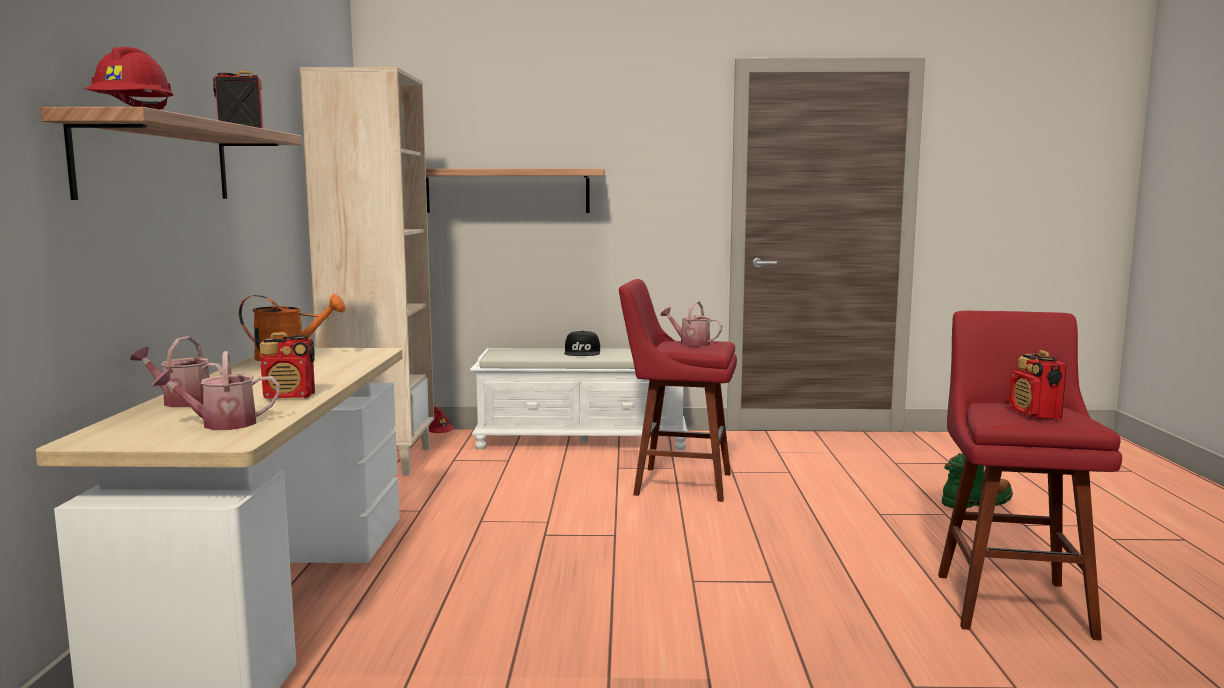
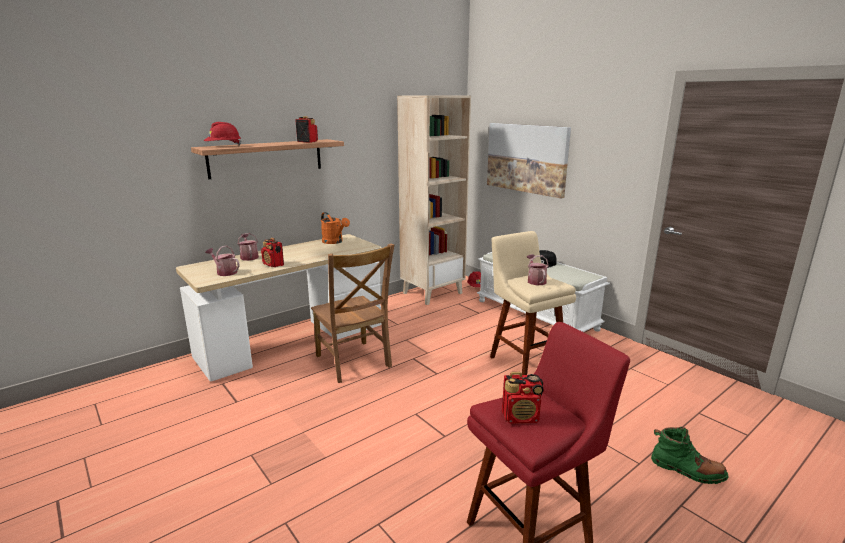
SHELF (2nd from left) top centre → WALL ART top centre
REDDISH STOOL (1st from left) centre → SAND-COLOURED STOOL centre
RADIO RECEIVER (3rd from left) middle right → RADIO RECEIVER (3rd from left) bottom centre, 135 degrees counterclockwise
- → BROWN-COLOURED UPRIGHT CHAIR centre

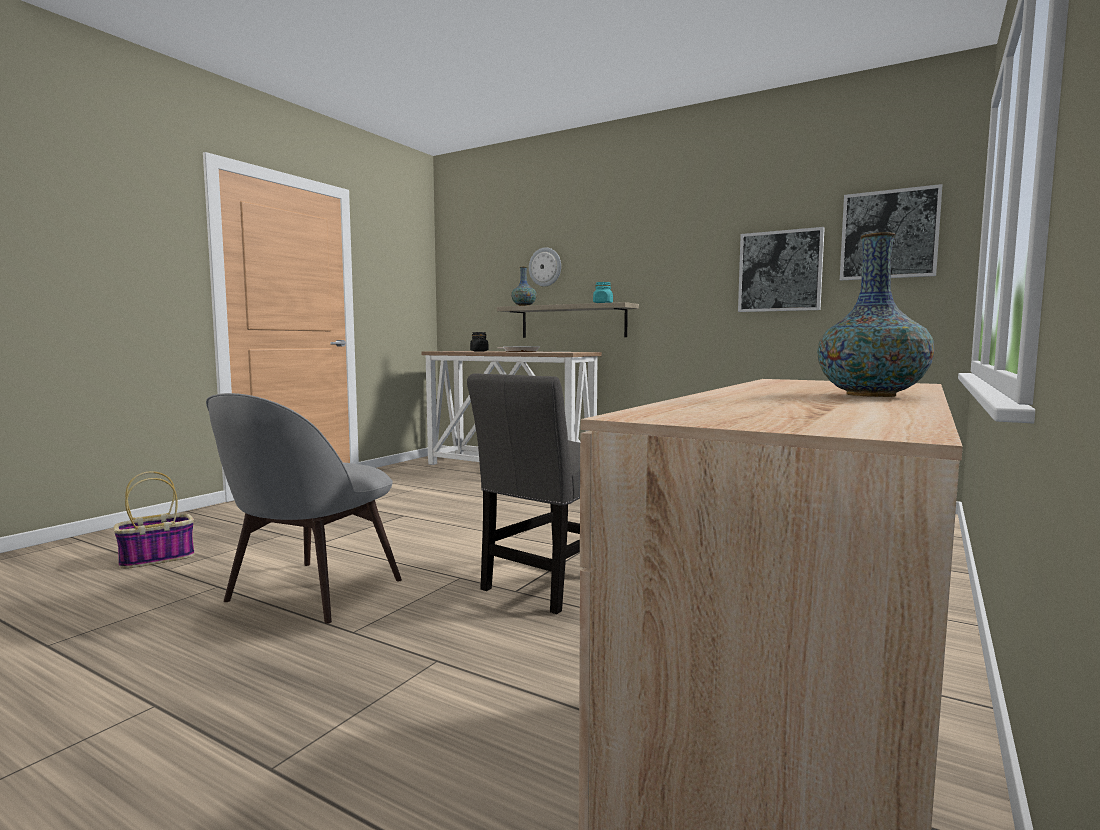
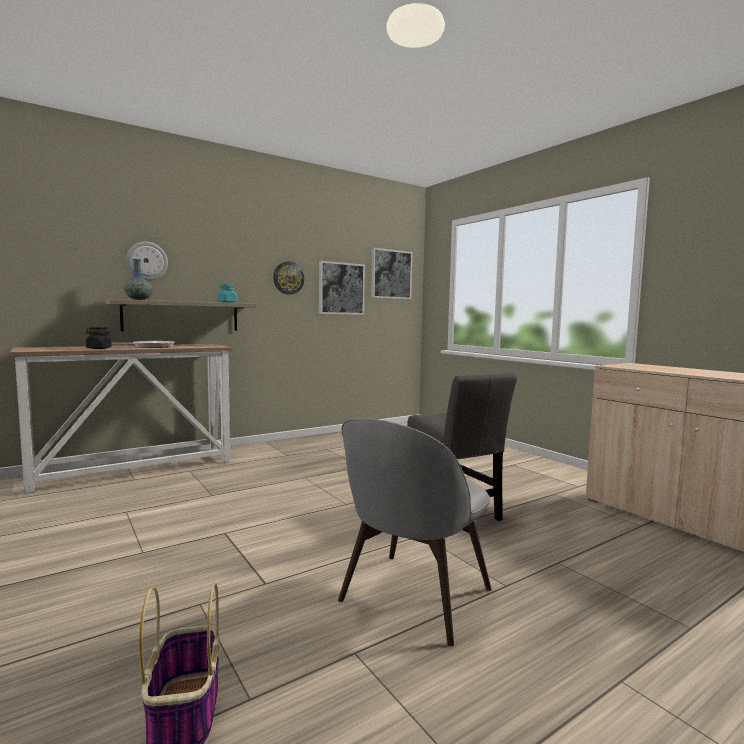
GREY UPRIGHT CHAIR (1st from left) middle left → GREY UPRIGHT CHAIR (1st from left) bottom centre, 75 degrees clockwise
DECORATIVE VASE (2nd from left) middle right → -
- → WALL CLOCK (2nd from left) centre

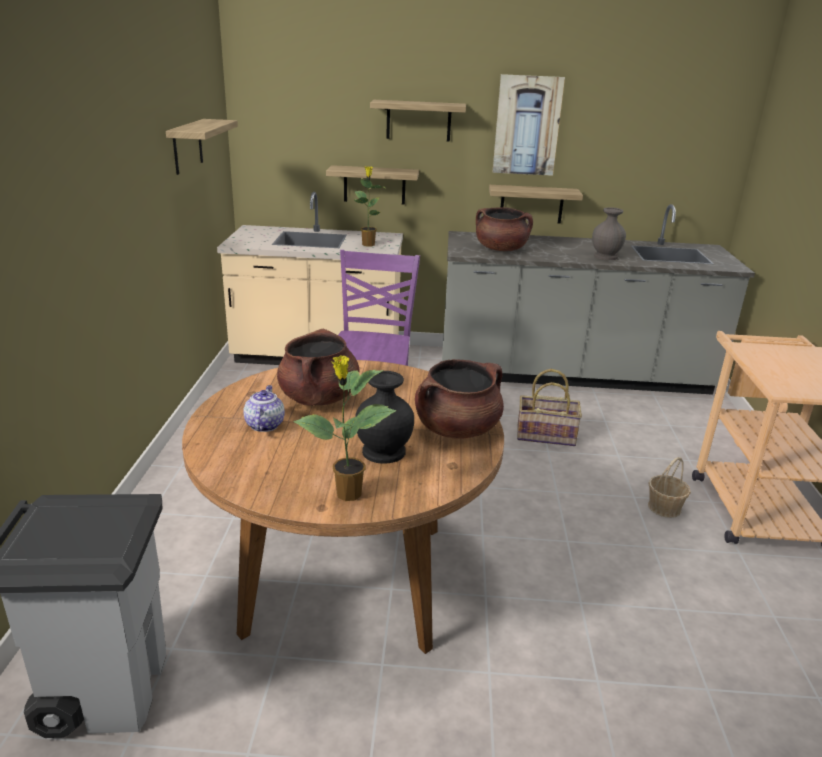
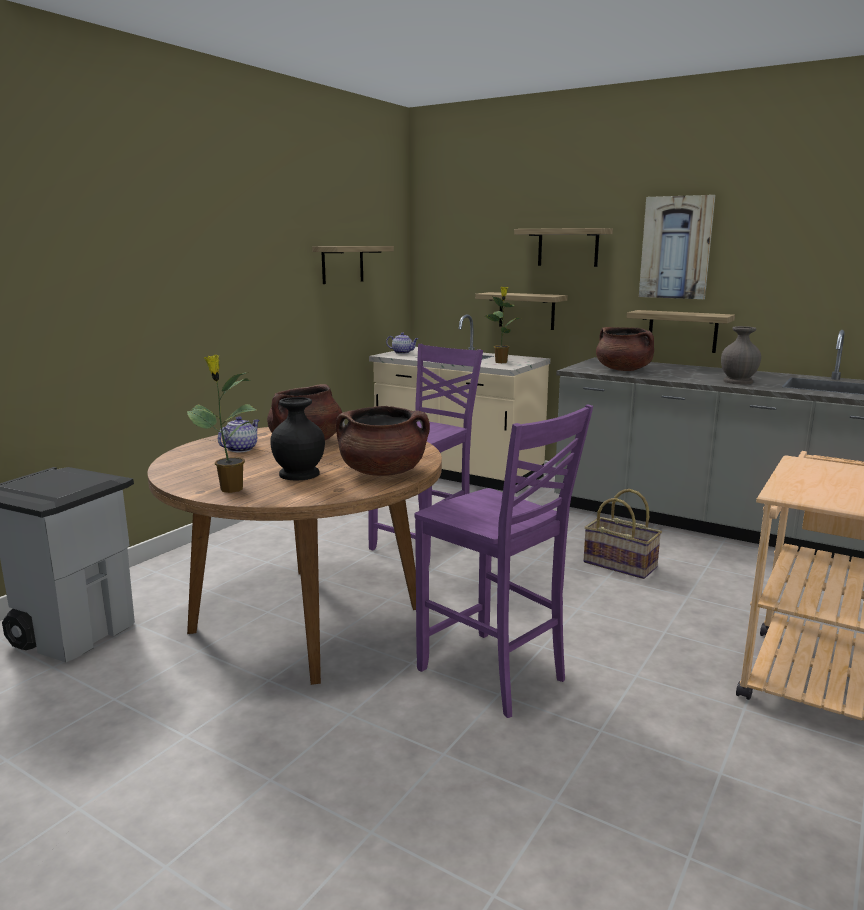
HOUSEHOLD BASKET (2nd from left) middle right → -
- → POT FOR TEA (2nd from left) centre
- → PURPLE UPRIGHT CHAIR (2nd from left) centre

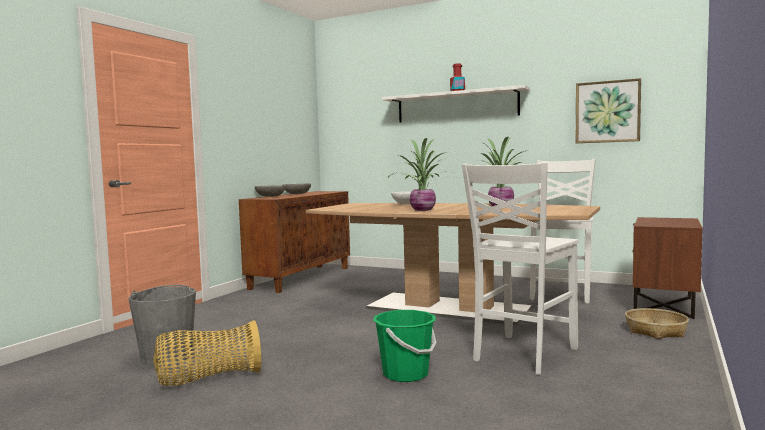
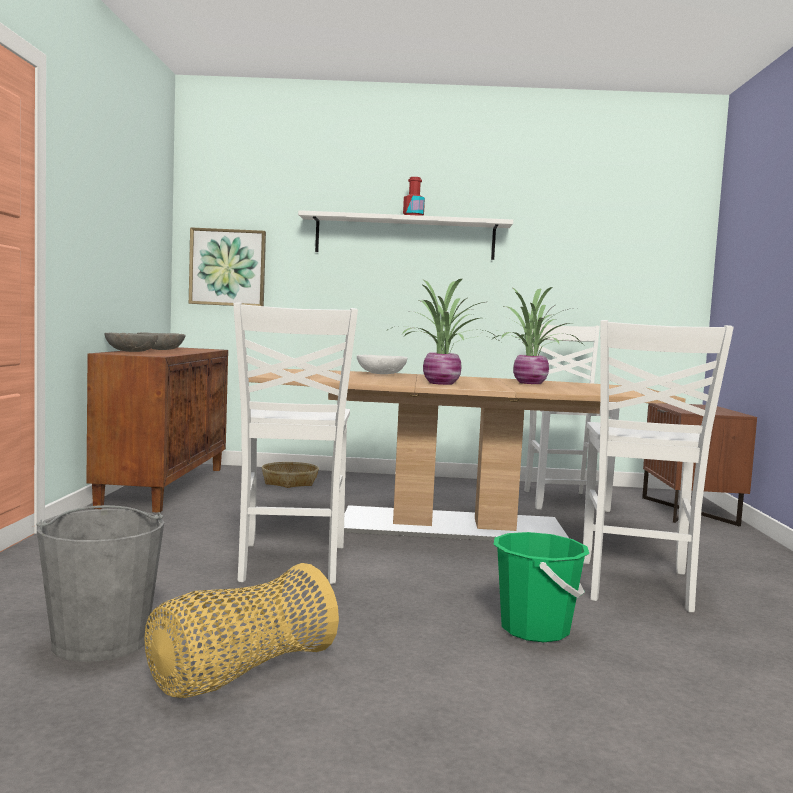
WALL ART top right → WALL ART middle left, move
HOUSEHOLD BASKET (2nd from left) bottom right → HOUSEHOLD BASKET (2nd from left) centre, move
- → WHITISH UPRIGHT CHAIR (1st from left) centre

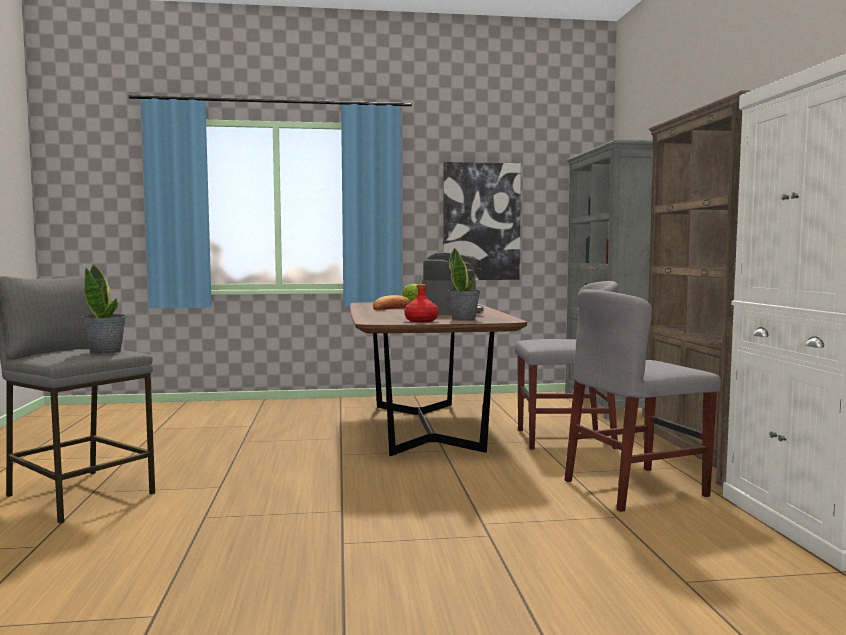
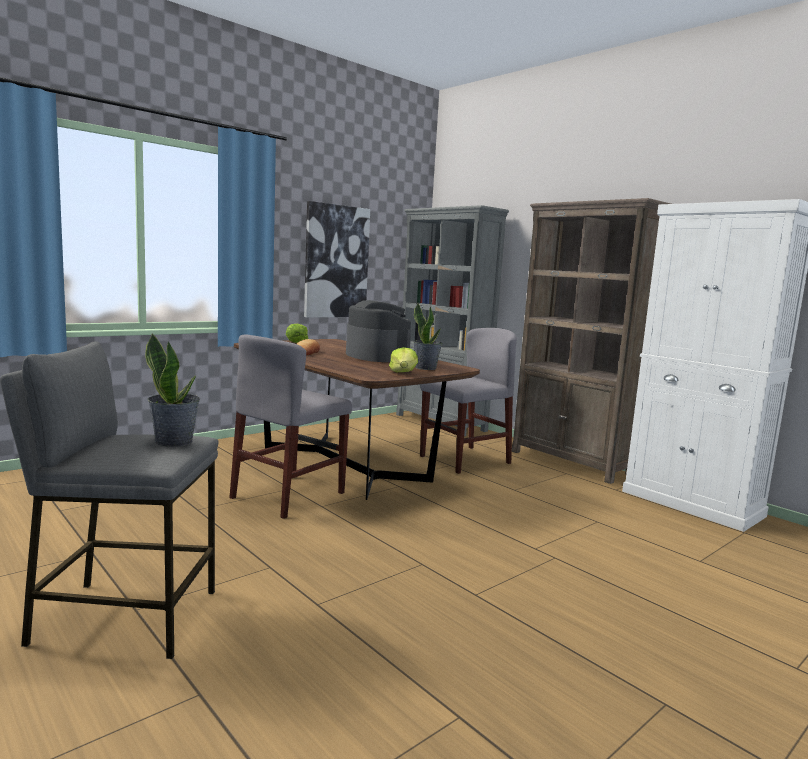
REDDISH DRINK BOTTLE centre → HEAD OF LETTUCE (2nd from left) centre
GREY UPRIGHT CHAIR (2nd from left in the first image) middle right → GREY UPRIGHT CHAIR (1st from left) centre, move

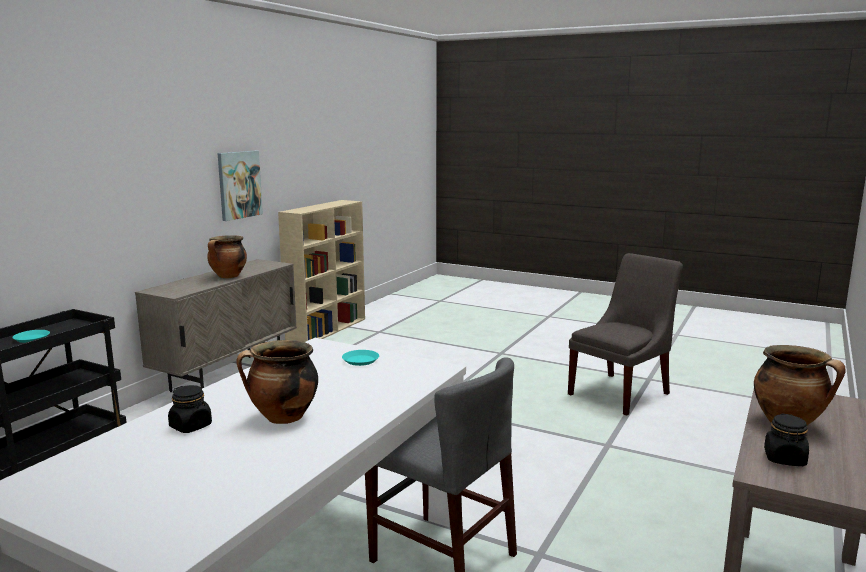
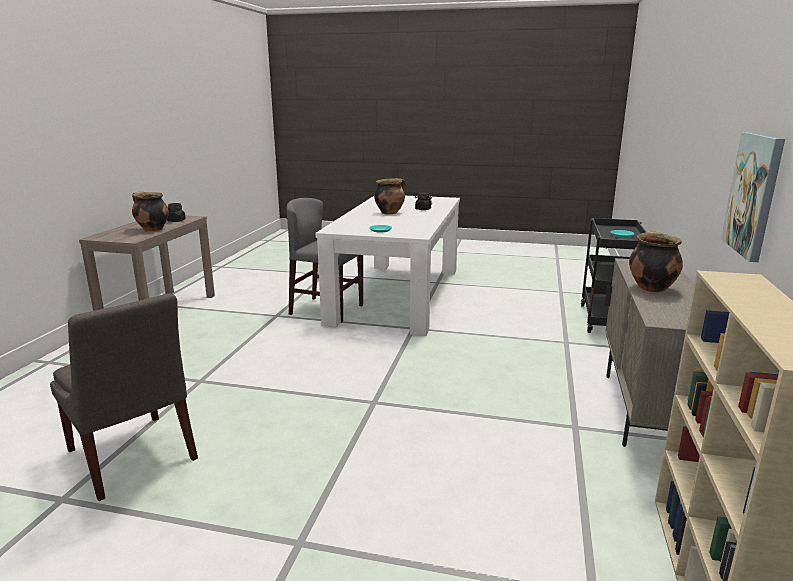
GREY UPRIGHT CHAIR (2nd from left in the first image) middle right → GREY UPRIGHT CHAIR (1st from left) bottom left, 75 degrees counterclockwise

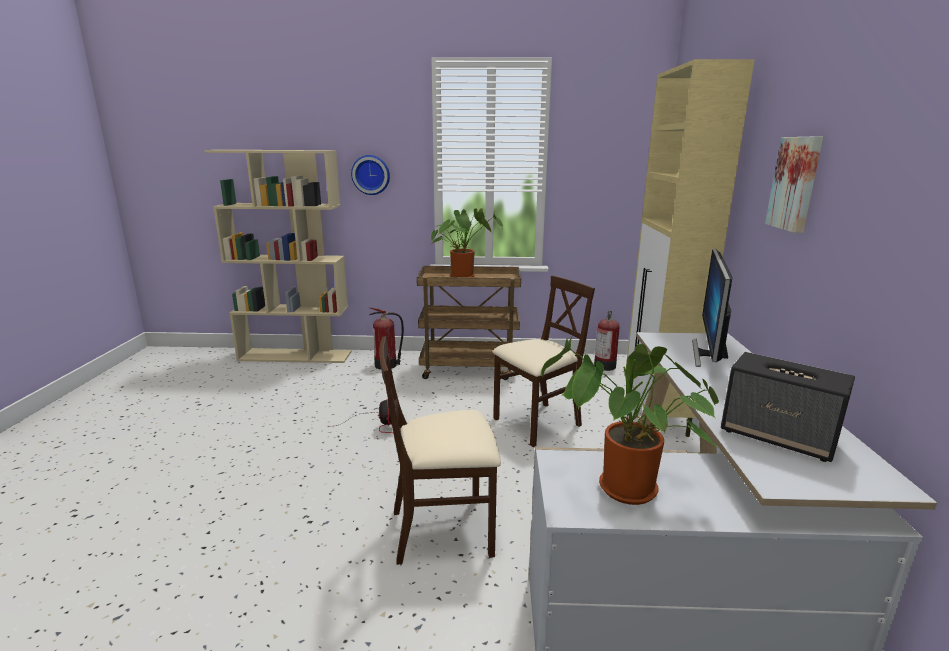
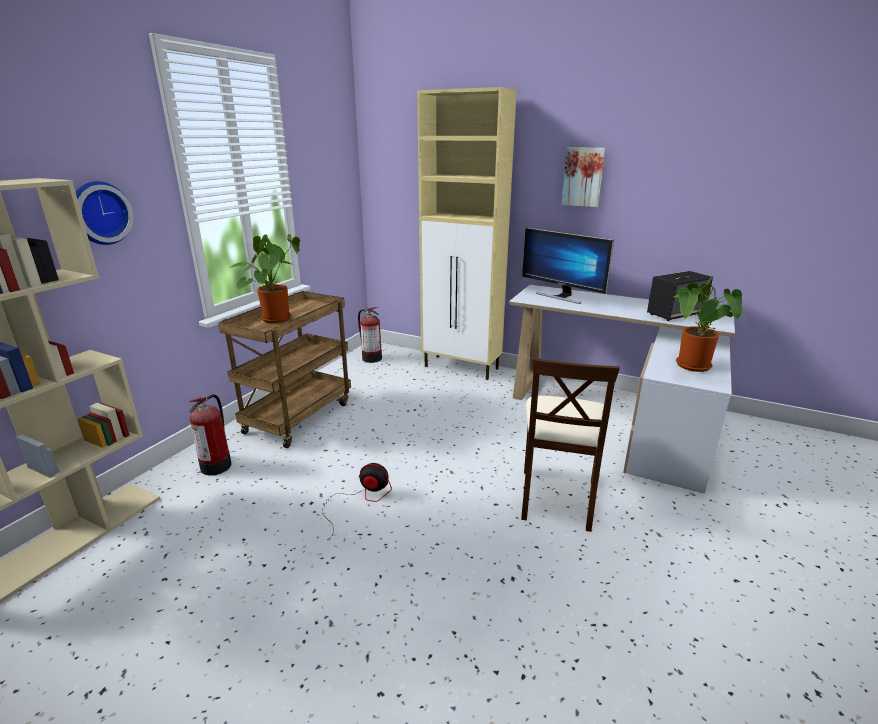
SAND-COLOURED UPRIGHT CHAIR (2nd from left) centre → -

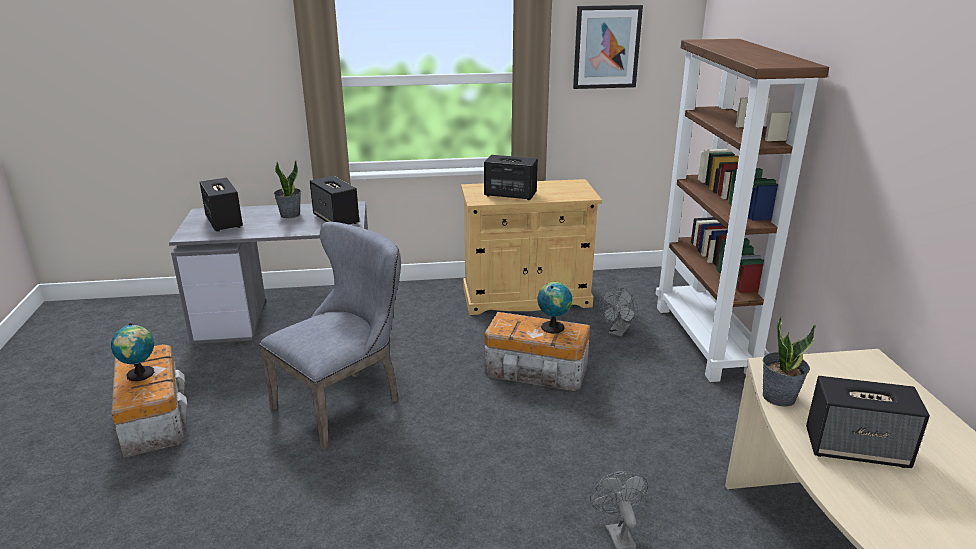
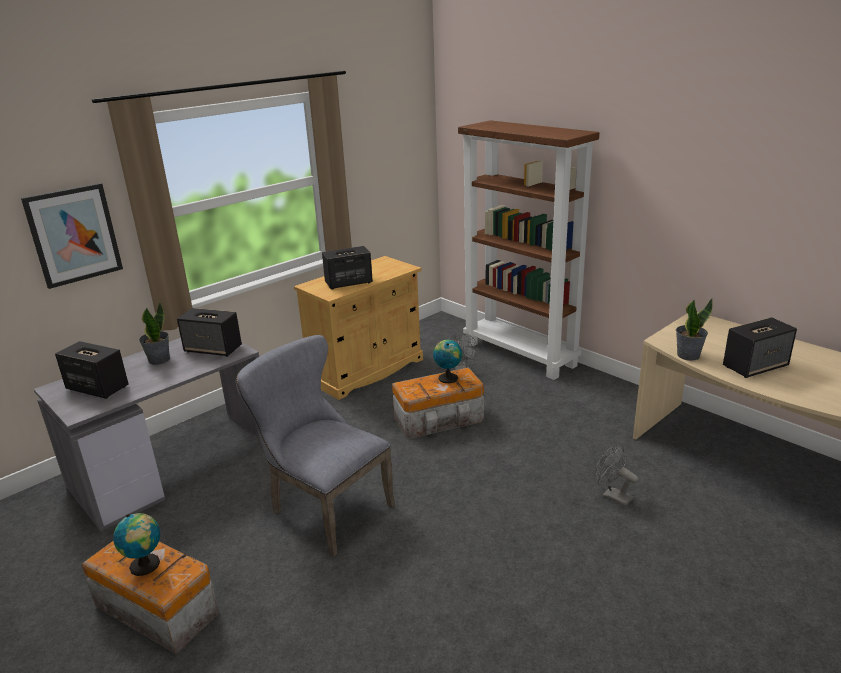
GREY UPRIGHT CHAIR centre, 60 degrees counterclockwise
WALL ART top centre → WALL ART middle left, move

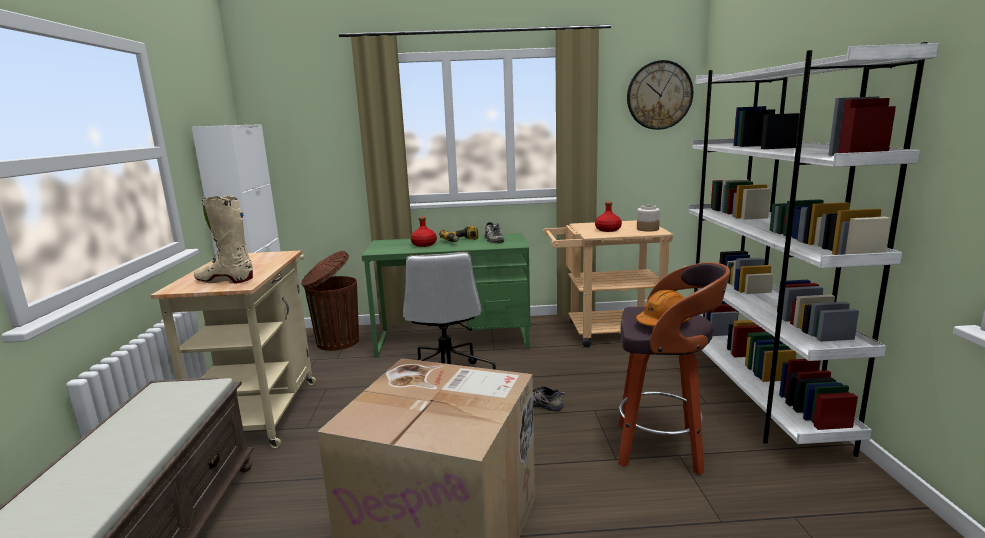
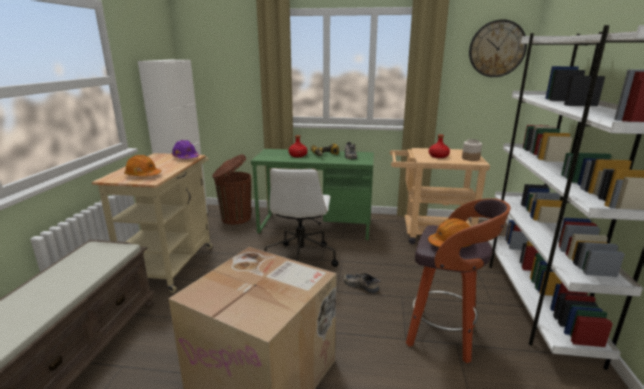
SAND-COLOURED TALL BOOT middle left → ORANGEY HARD HAT (1st from left) middle left
- → PURPLE HARD HAT middle left

